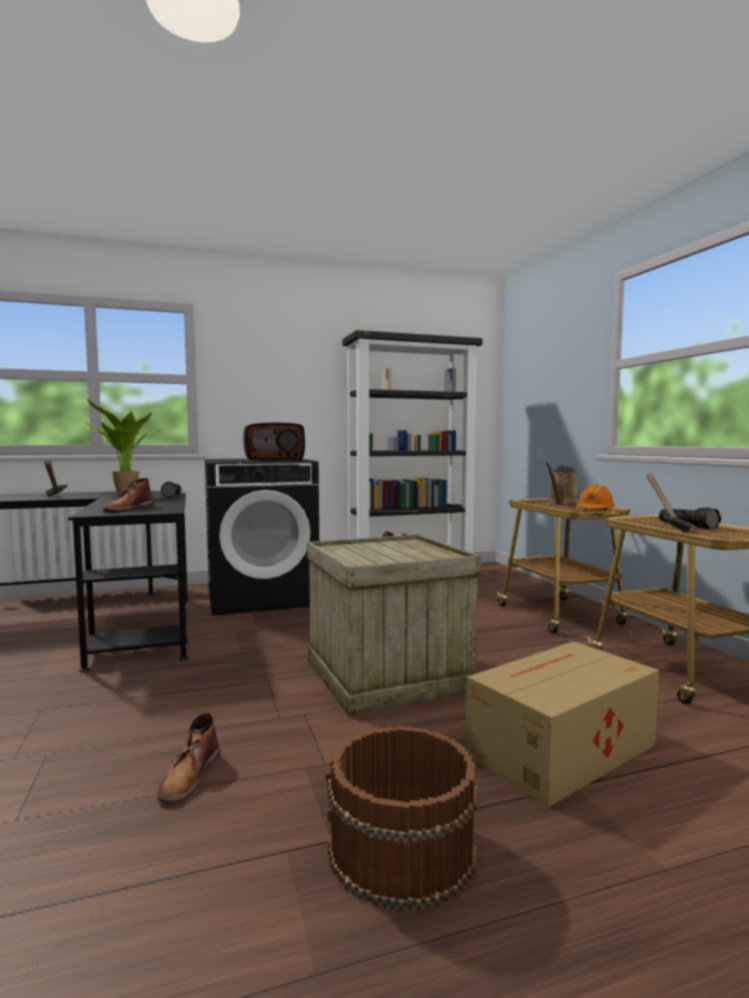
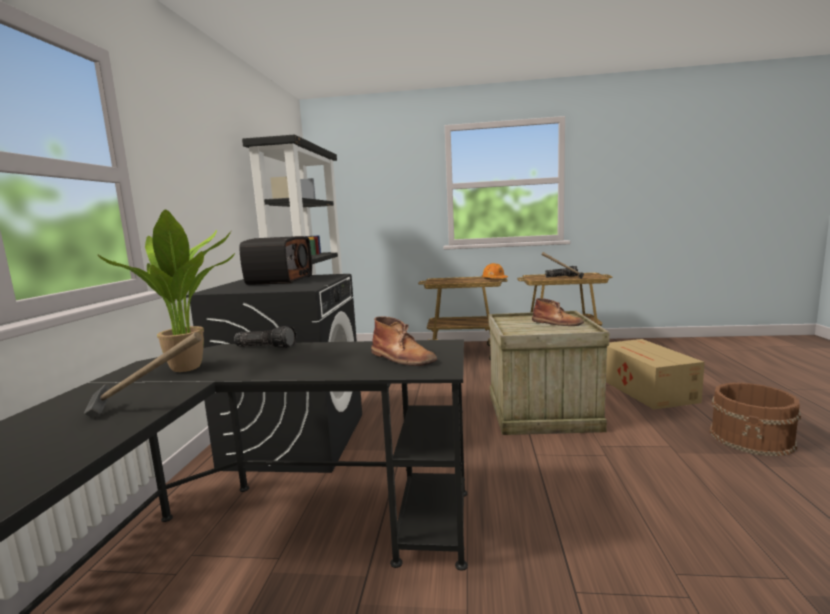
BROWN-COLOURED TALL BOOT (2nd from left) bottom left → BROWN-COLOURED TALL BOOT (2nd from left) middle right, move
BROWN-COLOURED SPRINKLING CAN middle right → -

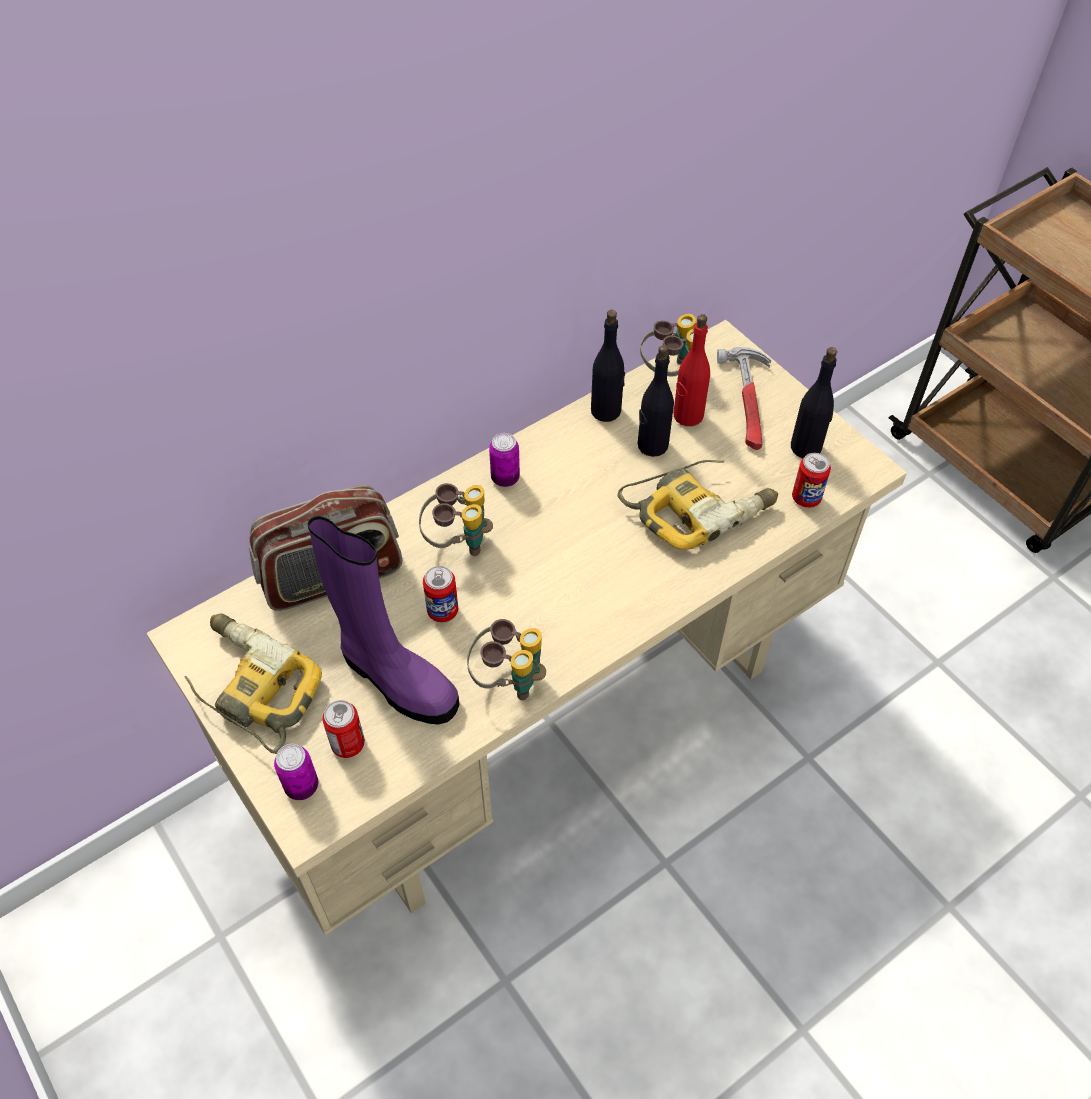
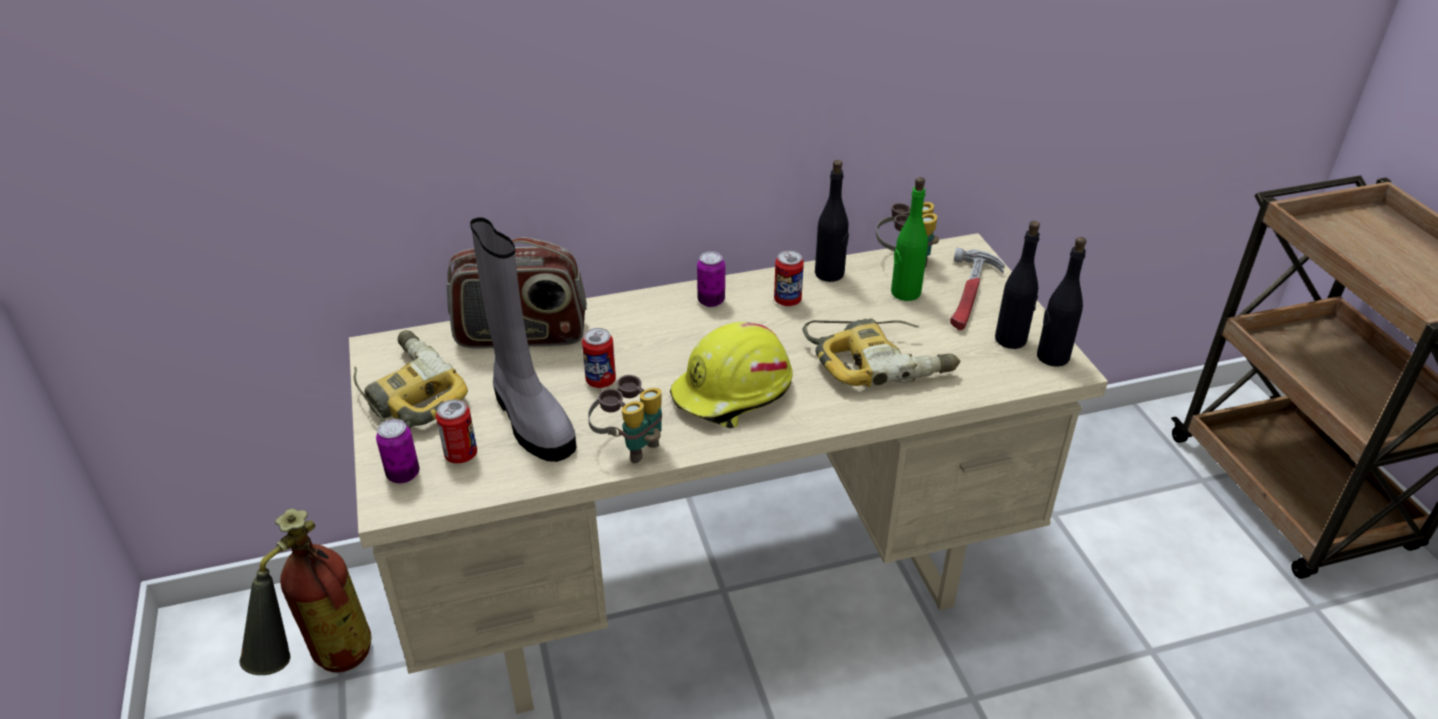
PURPLE TALL BOOT centre → GREY TALL BOOT centre
FIELD GLASSES (1st from left) centre → -
BLACKISH DRINK BOTTLE (2nd from left in the first image) centre → BLACKISH DRINK BOTTLE (3rd from left) middle right, move
REDDISH DRINK BOTTLE centre → GREEN-COLOURED DRINK BOTTLE top centre
CAN (5th from left) middle right → CAN (5th from left) centre, move
- → FIRE EXTINGUISHER bottom left
- → YELLOW HARD HAT centre

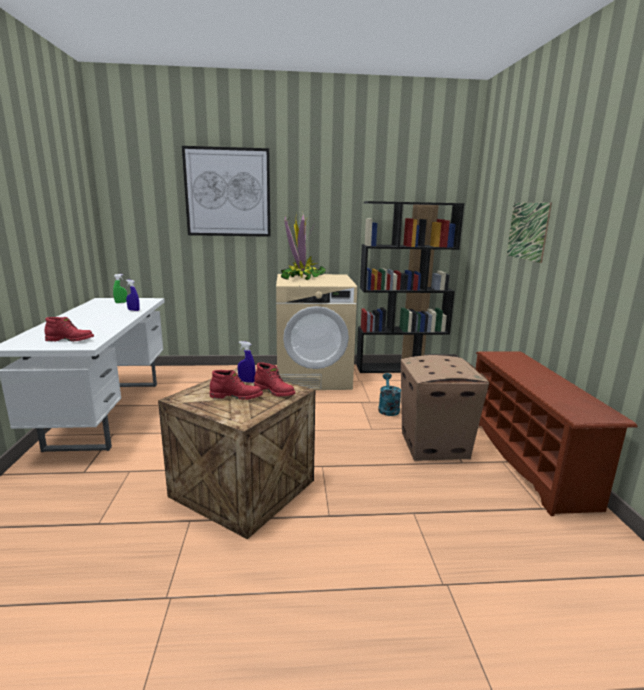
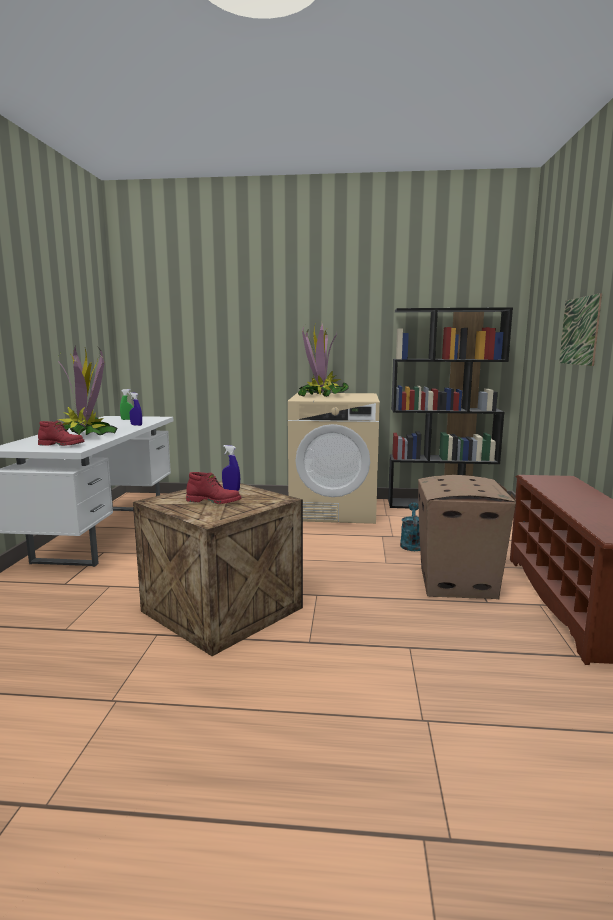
WALL ART (1st from left) top centre → -
REDDISH TALL BOOT (3rd from left) centre → -
- → POTTED PLANT (1st from left) middle left

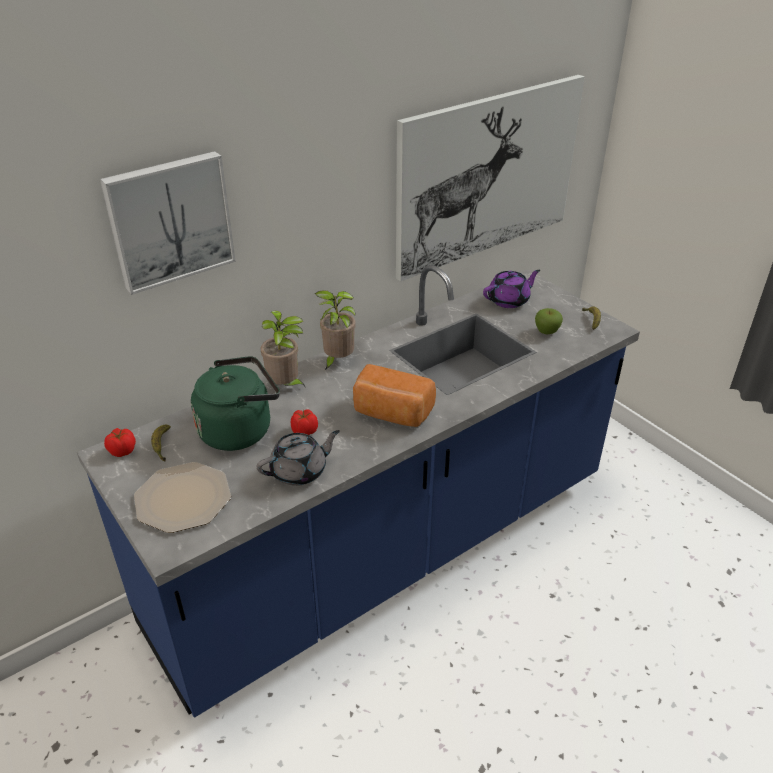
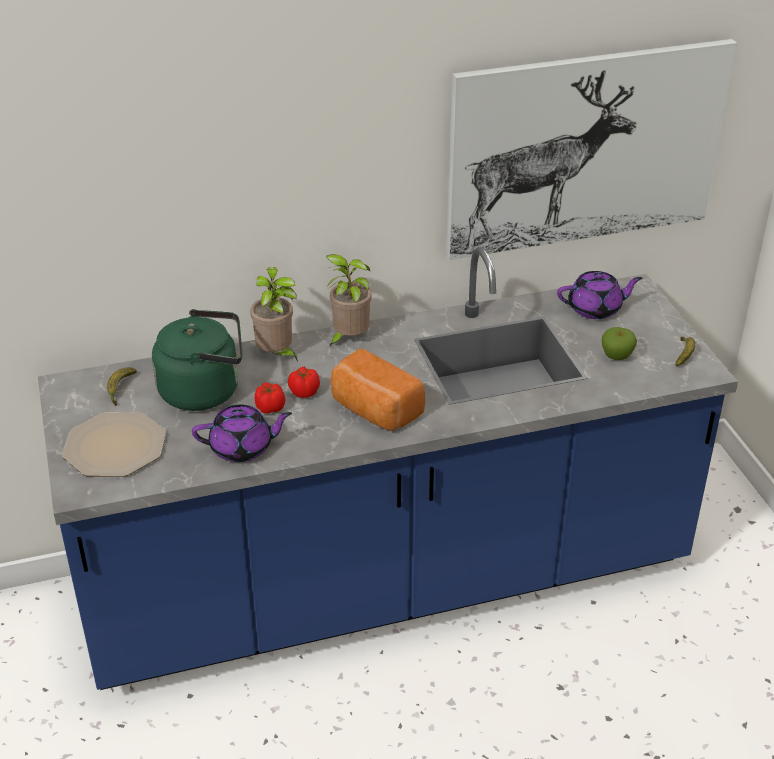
WALL ART (1st from left) top left → -
FRESH TOMATO (1st from left in the first image) middle left → FRESH TOMATO (2nd from left) centre, move
GREY POT FOR TEA centre → PURPLE POT FOR TEA (1st from left) middle left

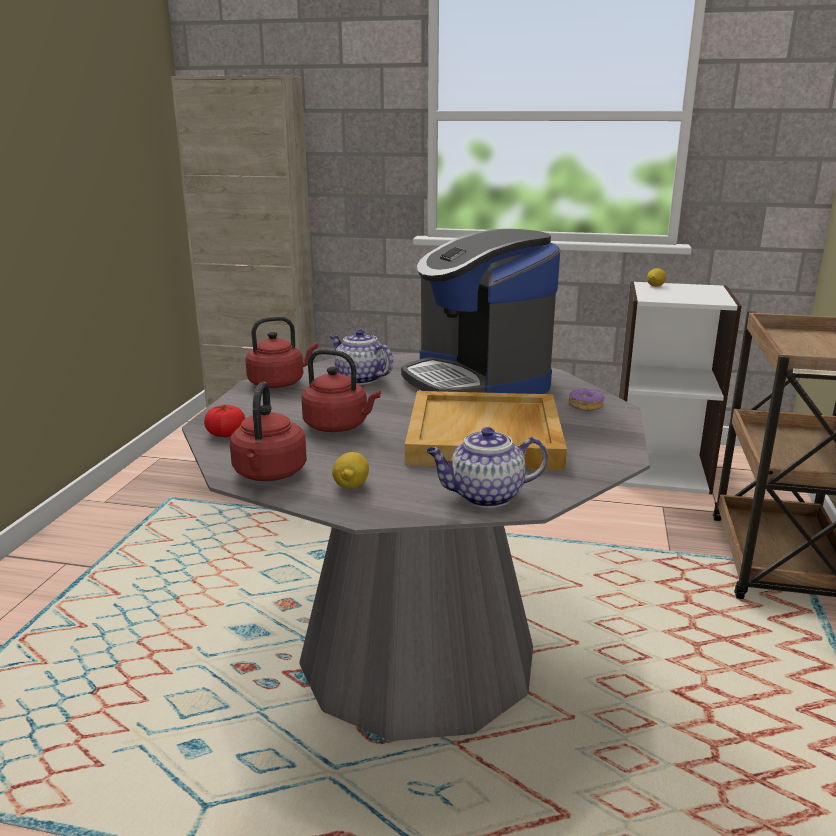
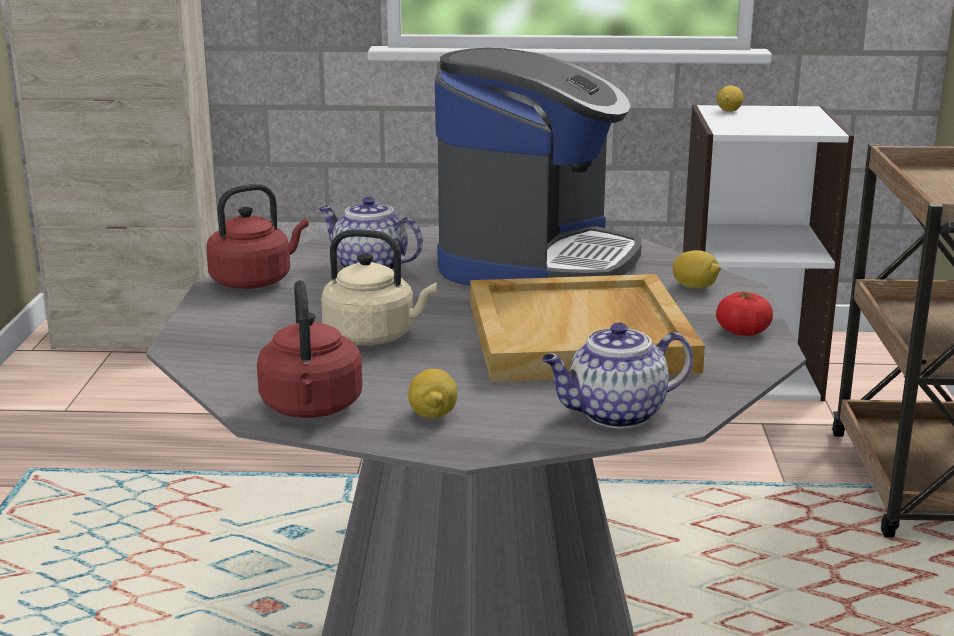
FRESH TOMATO middle left → FRESH TOMATO middle right, move
REDDISH KETTLE (3rd from left) centre → SAND-COLOURED KETTLE centre
COFFEE MACHINE centre → COFFEE MACHINE top centre, 120 degrees counterclockwise
RING DOUGHNUT middle right → WHOLE LEMON (2nd from left) middle right

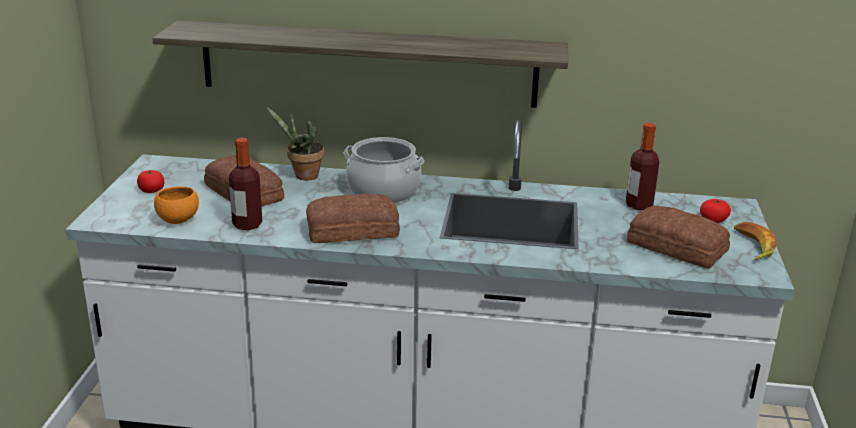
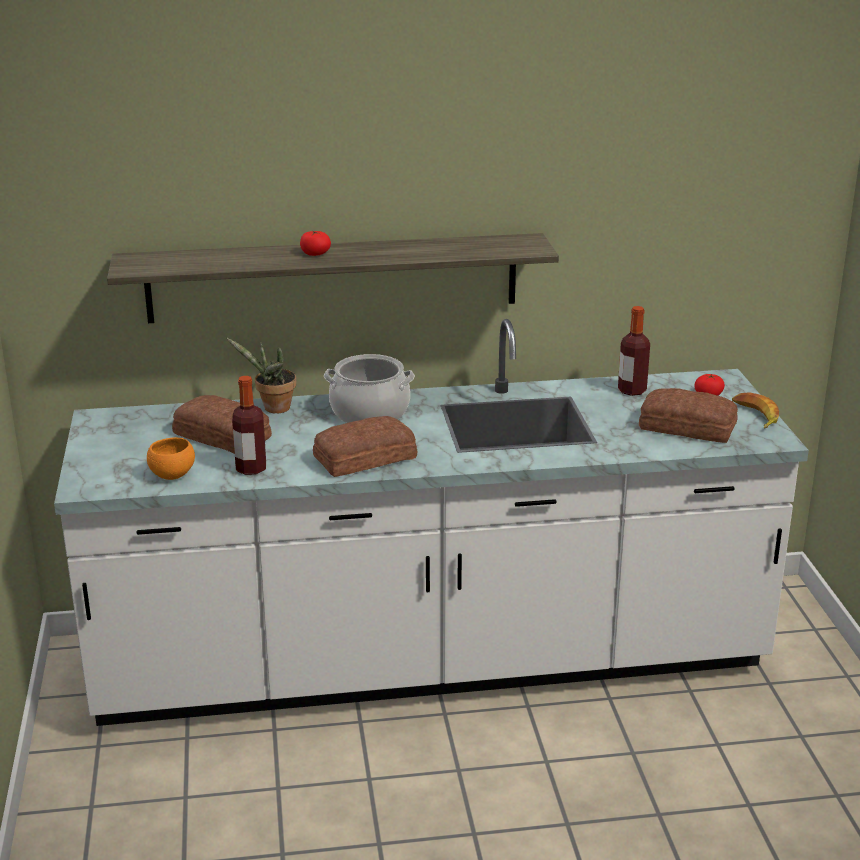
FRESH TOMATO (1st from left) middle left → FRESH TOMATO (1st from left) top centre, move

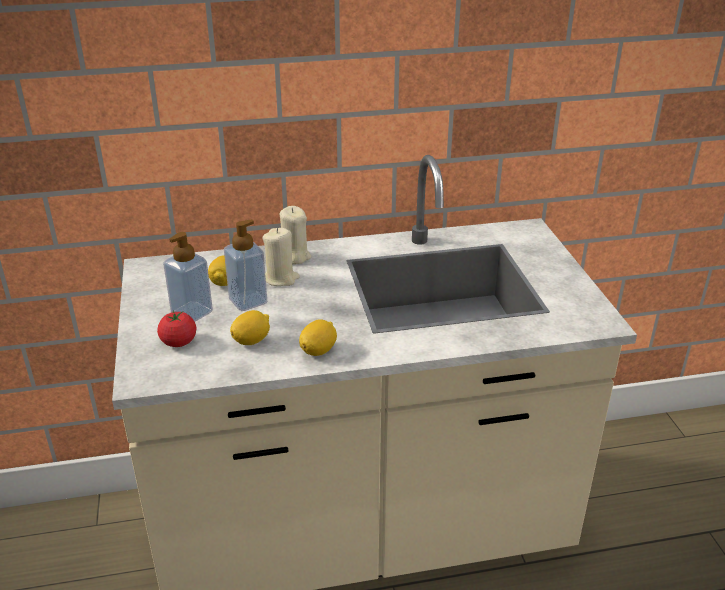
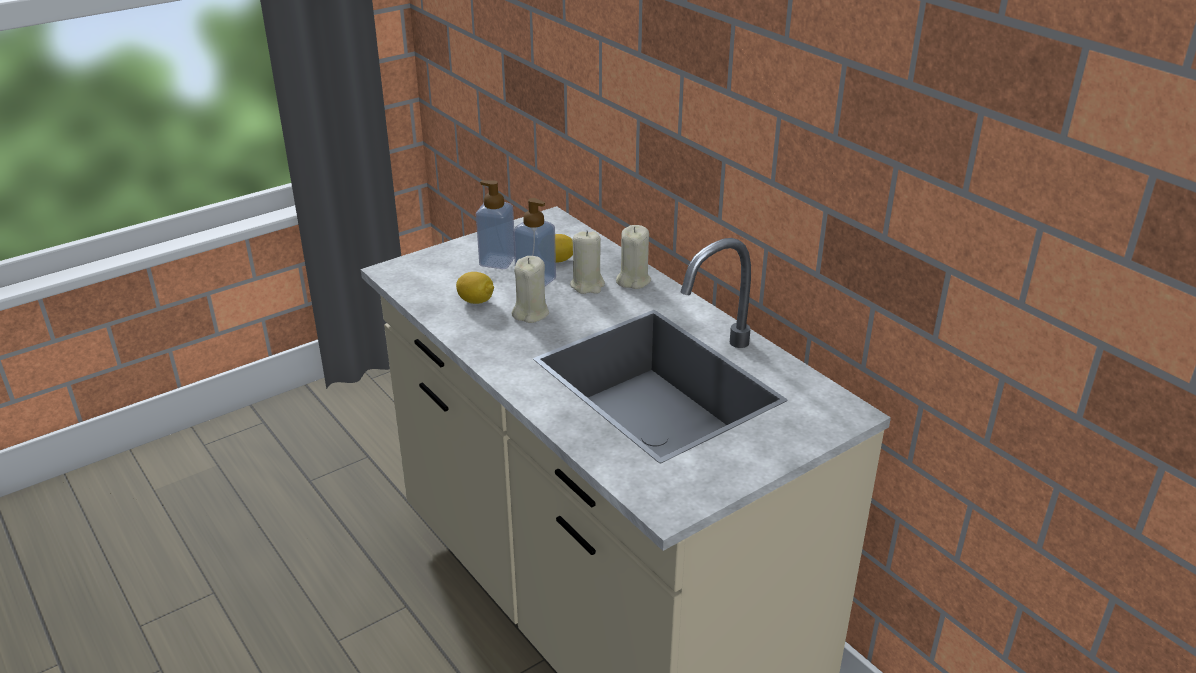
FRESH TOMATO middle left → -
WHOLE LEMON (3rd from left) centre → -
- → SAND-COLOURED WAX CANDLE (1st from left) centre

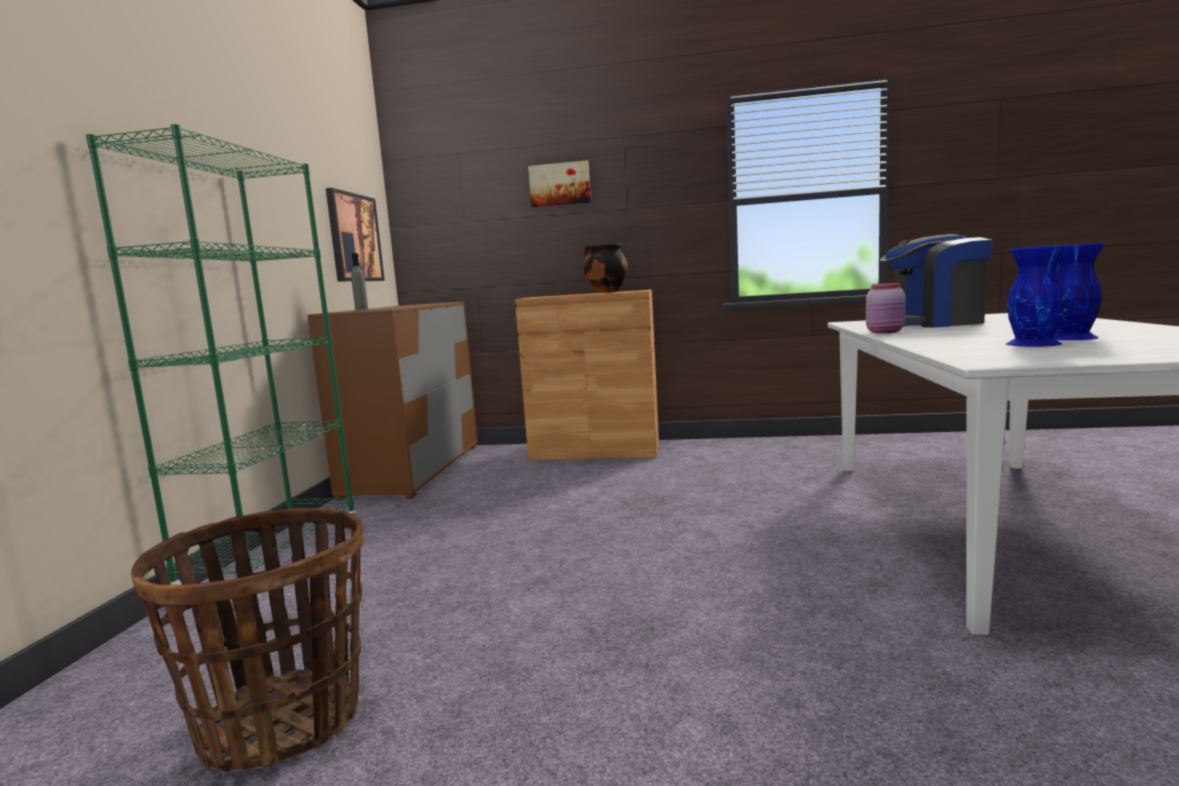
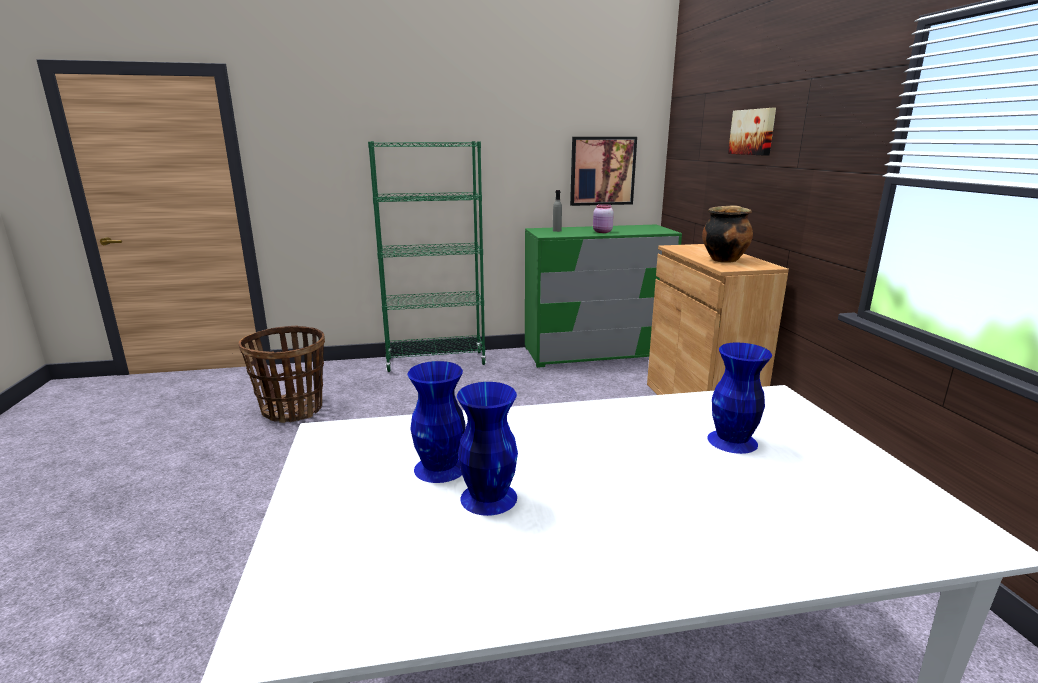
BROWN-COLOURED DRAWER CHEST centre → GREEN-COLOURED DRAWER CHEST centre
PINKISH STORAGE JAR middle right → PINKISH STORAGE JAR top centre, move
COFFEE MACHINE middle right → BLUE DECORATIVE VASE (3rd from left) middle right

